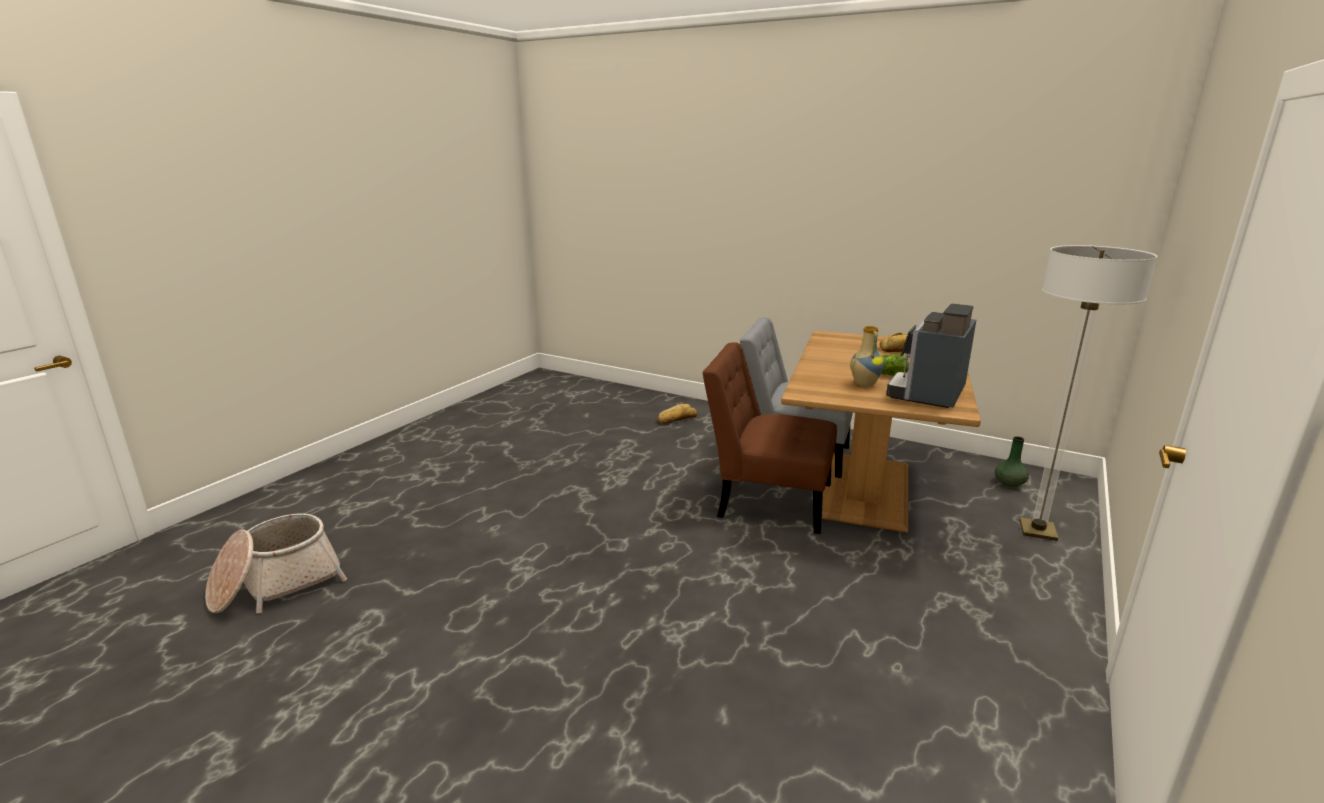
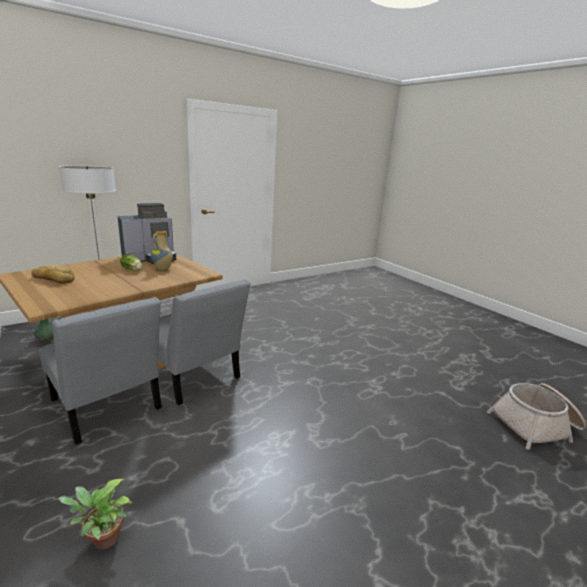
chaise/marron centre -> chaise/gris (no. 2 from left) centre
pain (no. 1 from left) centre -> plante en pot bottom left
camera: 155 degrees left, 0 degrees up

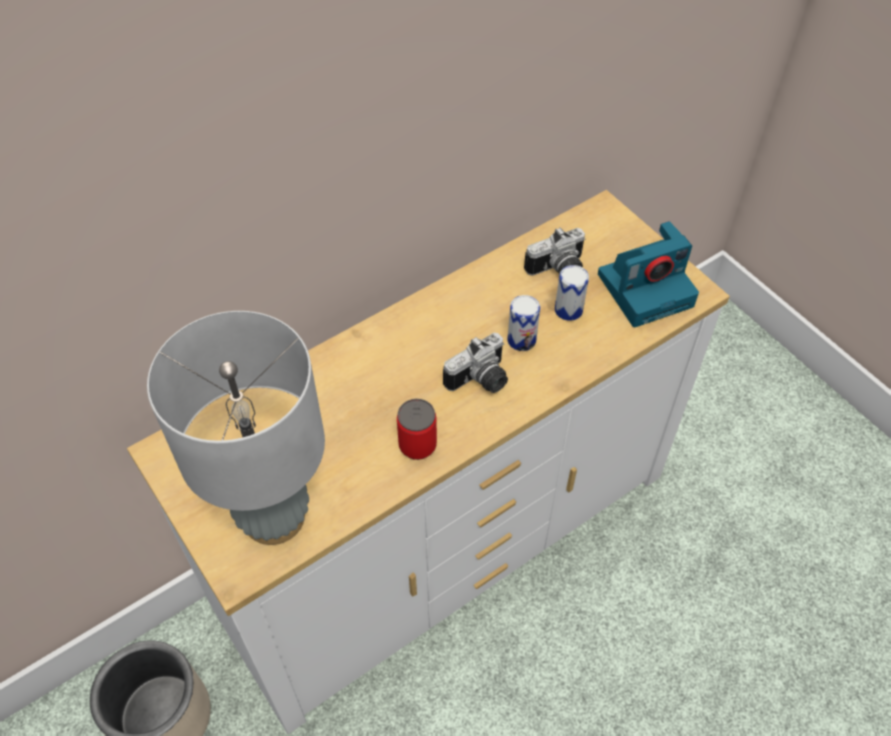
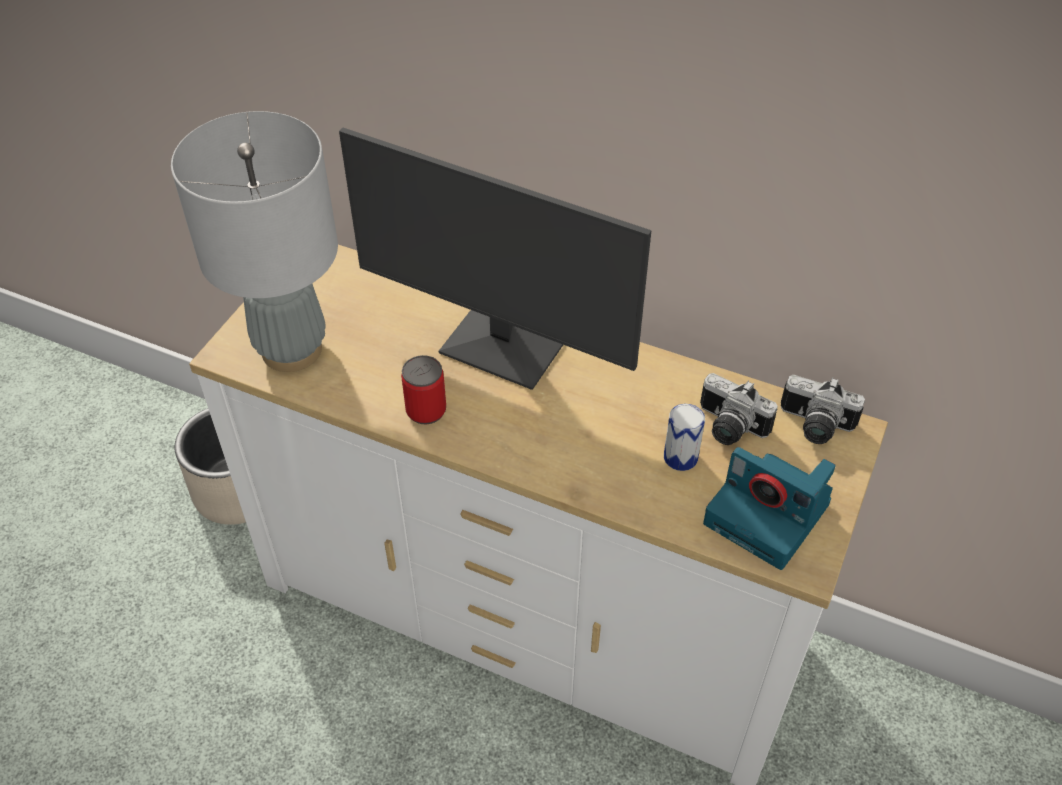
boîte métallique (no. 2 from left) centre -> none
appareil photo (no. 1 from left in the first image) centre -> appareil photo (no. 3 from left) middle right, shifted
none -> écran d'ordinateur top centre
camera: 60 degrees right, 5 degrees down

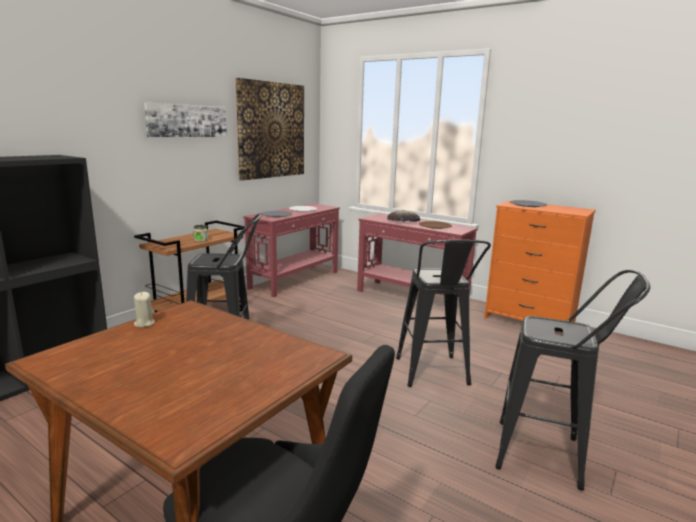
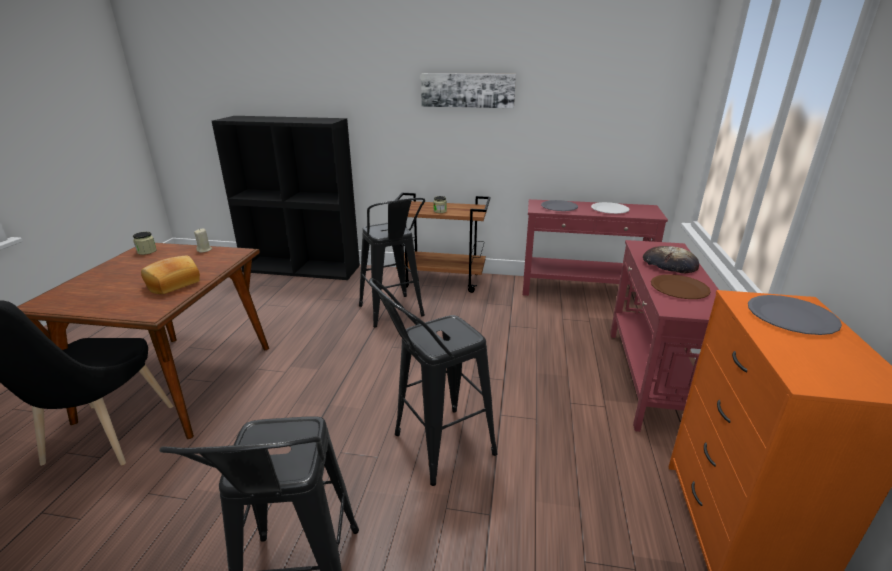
tableau (no. 2 from left) top centre -> none
none -> bocal (no. 1 from left) middle left
none -> pain (no. 1 from left) middle left
camera: 65 degrees right, 10 degrees up

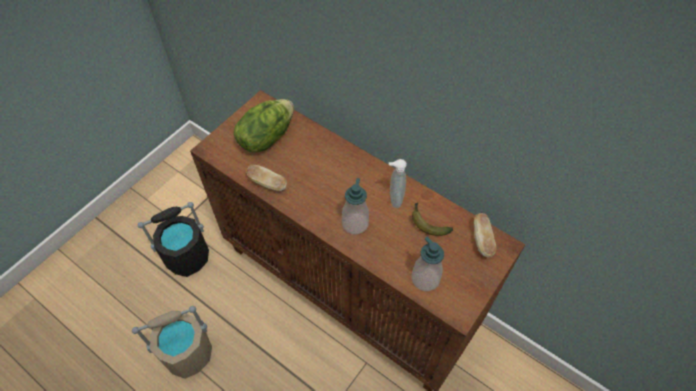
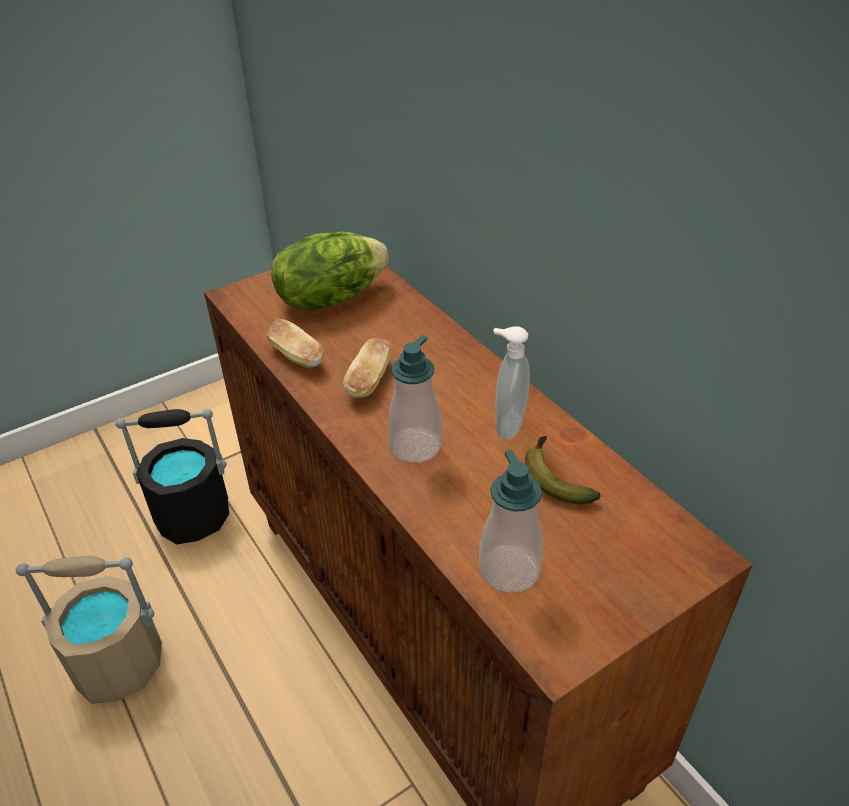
pain (no. 2 from left) middle right -> pain (no. 2 from left) centre, shifted
camera: 20 degrees right, 15 degrees down

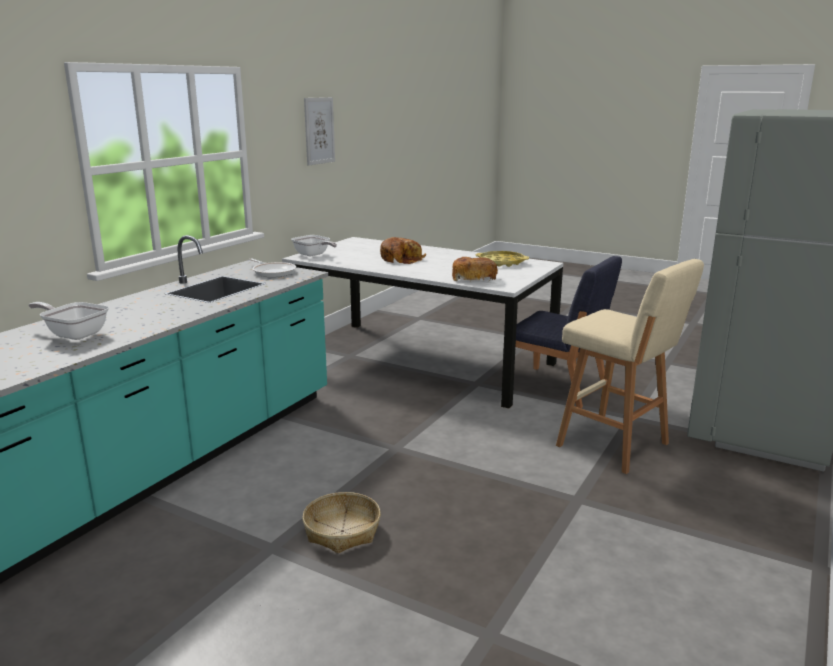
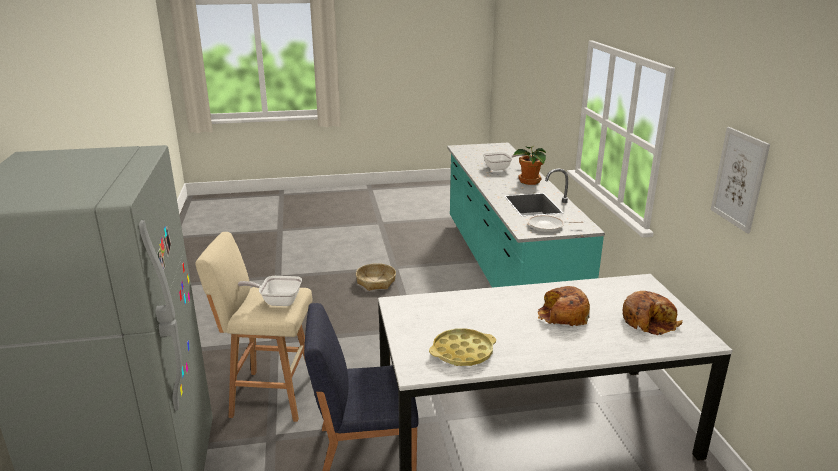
poêle (no. 3 from left in the first image) centre -> poêle (no. 1 from left) middle left, shifted
pain (no. 2 from left) centre -> pain (no. 2 from left) middle right, shifted
none -> plante en pot centre
camera: 140 degrees right, 5 degrees up

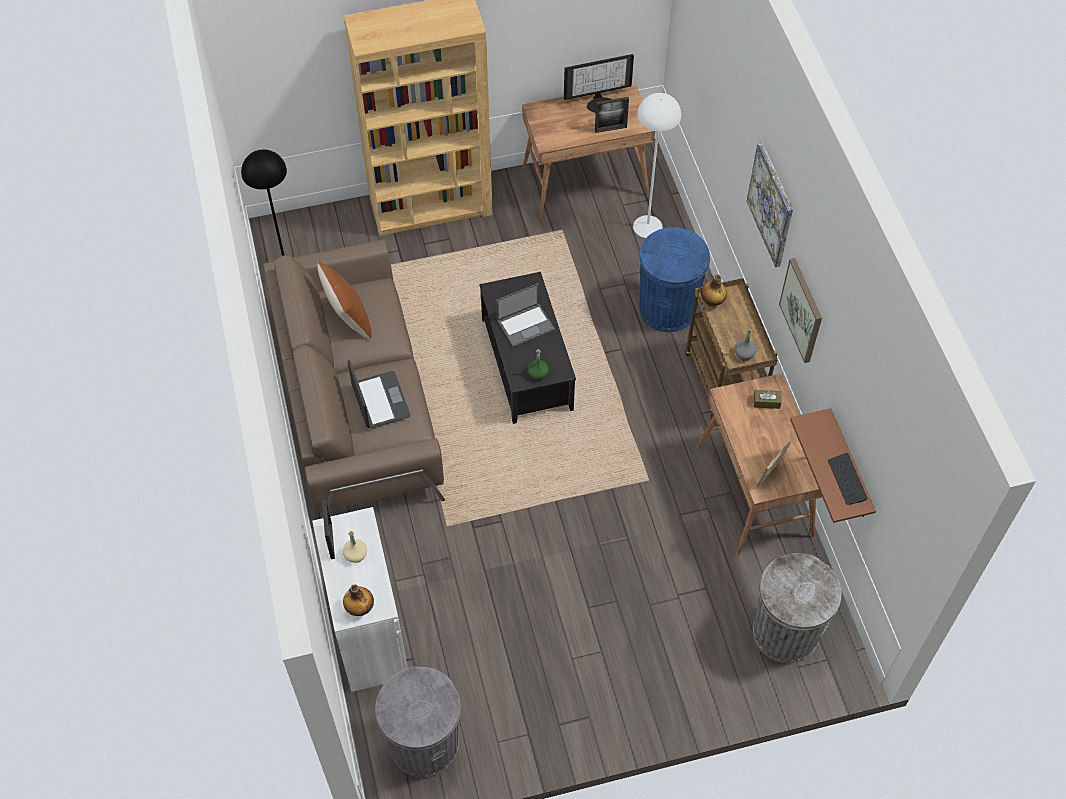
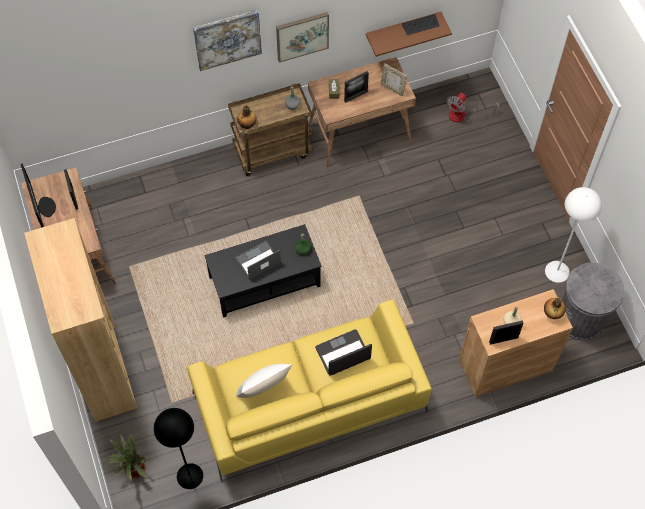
lampadaire/blanc top centre -> lampadaire/blanc middle right, shifted
poubelle/bleu centre -> none
canapé/marron middle left -> canapé/jaune bottom centre
coussin/marron middle left -> coussin/blanc bottom centre
ordinateur portable (no. 2 from left in the first image) centre -> ordinateur portable (no. 1 from left) centre, 90 degrees counterclockwise
meuble de rangement/blanc bottom centre -> meuble de rangement/marron bottom right
poubelle/gris (no. 2 from left) bottom right -> ventilateur top right
none -> cadre photo (no. 2 from left) top centre
none -> plante en pot bottom left
camera: 95 degrees left, 5 degrees up

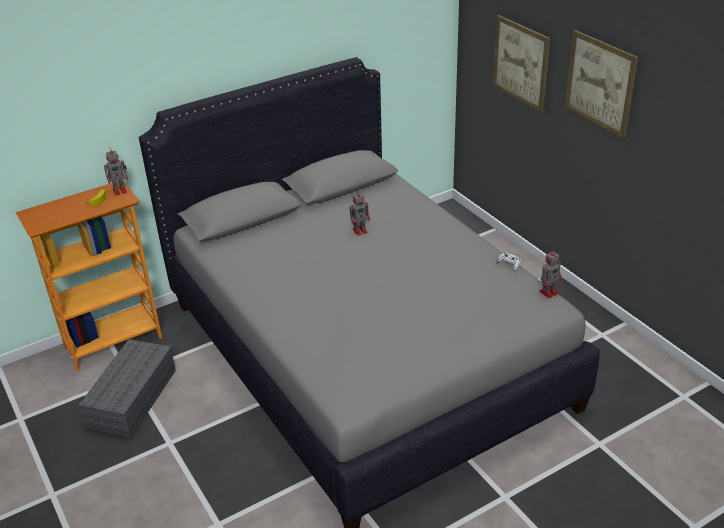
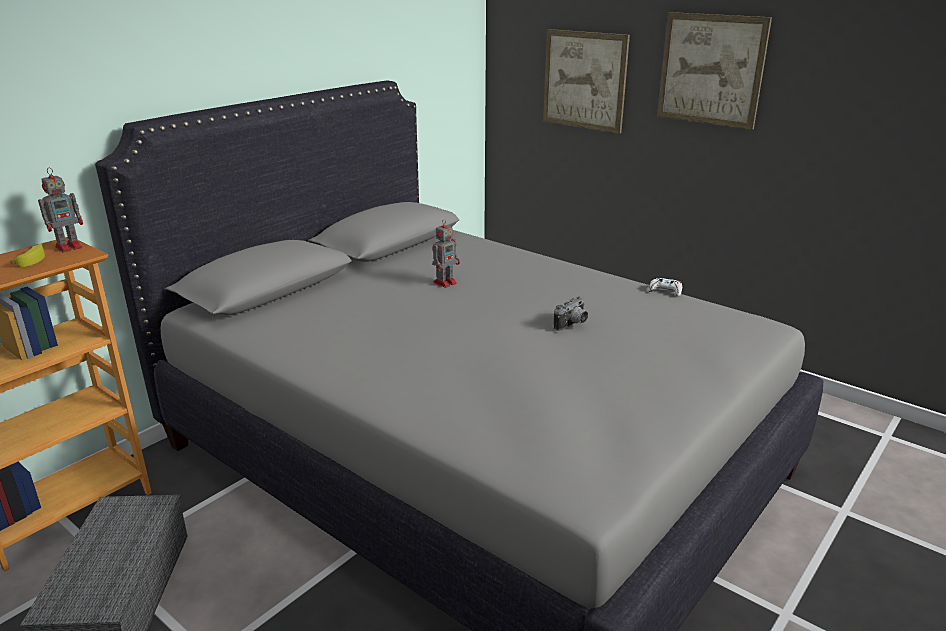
robot jouet (no. 3 from left) middle right -> none
none -> appareil photo centre
camera: 20 degrees left, 10 degrees down

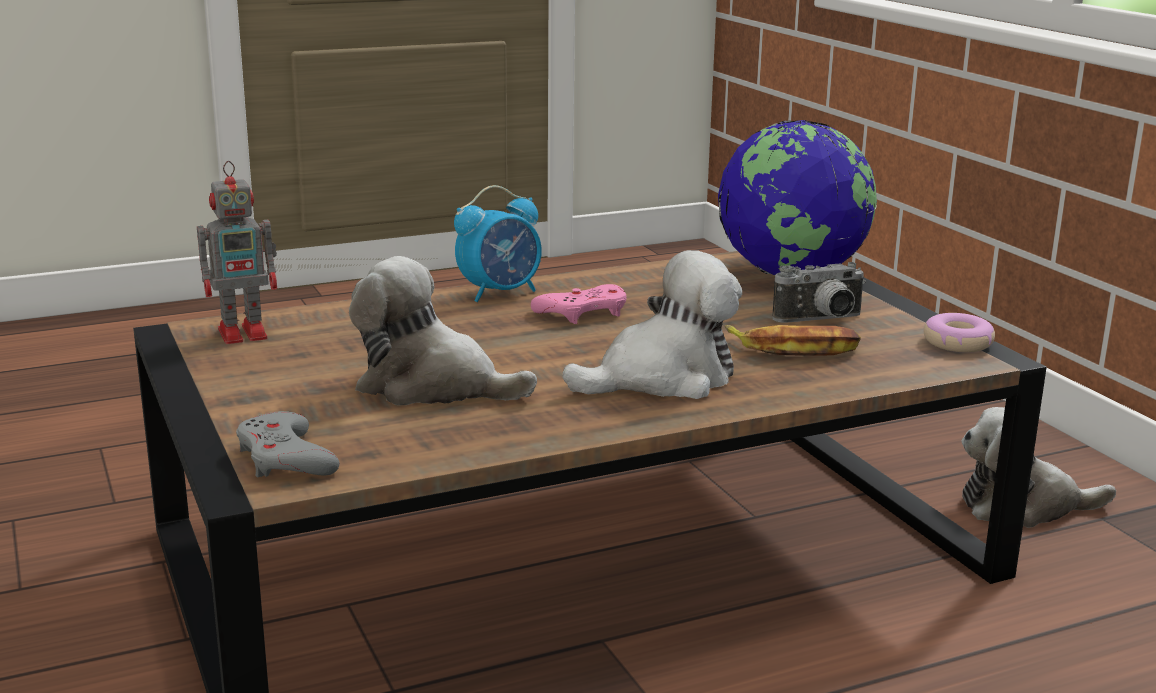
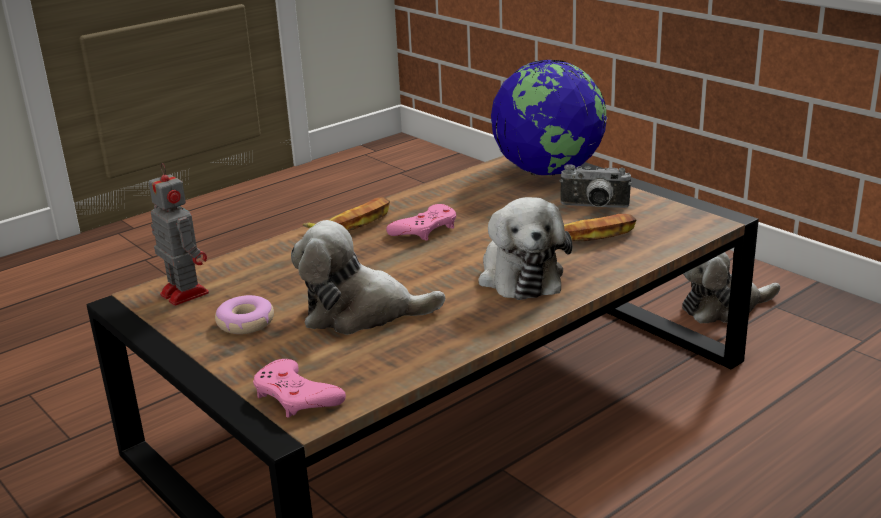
robot jouet middle left, 90 degrees counterclockwise
réveil centre -> banane (no. 1 from left) centre
peluche (no. 2 from left) centre, 120 degrees clockwise
appareil photo middle right, 45 degrees clockwise
beignet middle right -> beignet middle left, shifted
manette/gris middle left -> manette/rose (no. 1 from left) bottom centre
camera: 15 degrees left, 5 degrees up

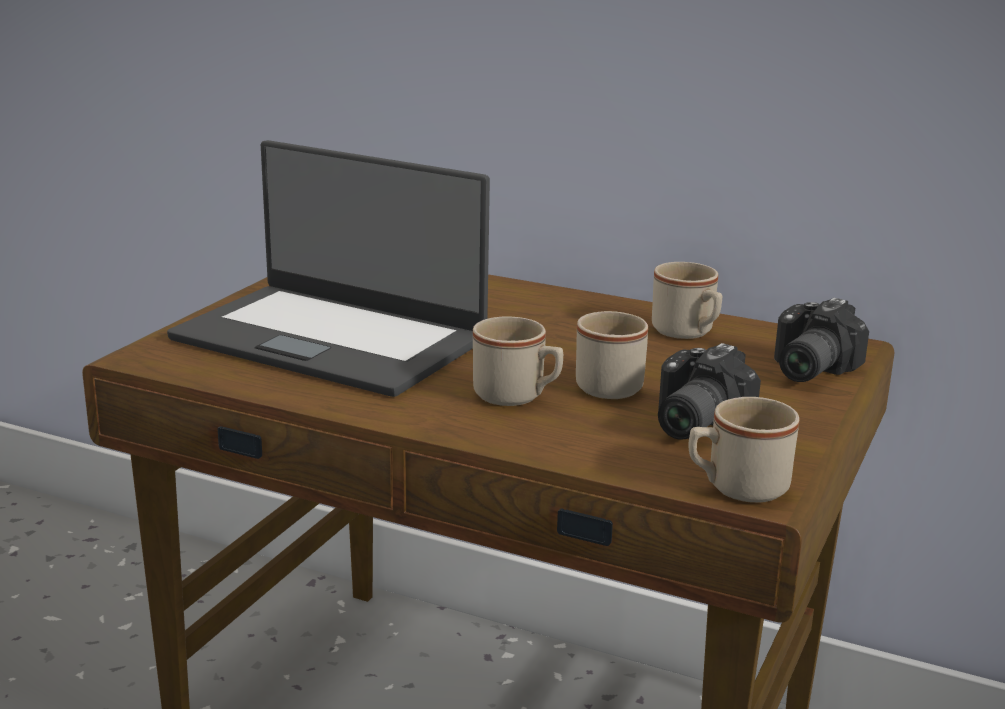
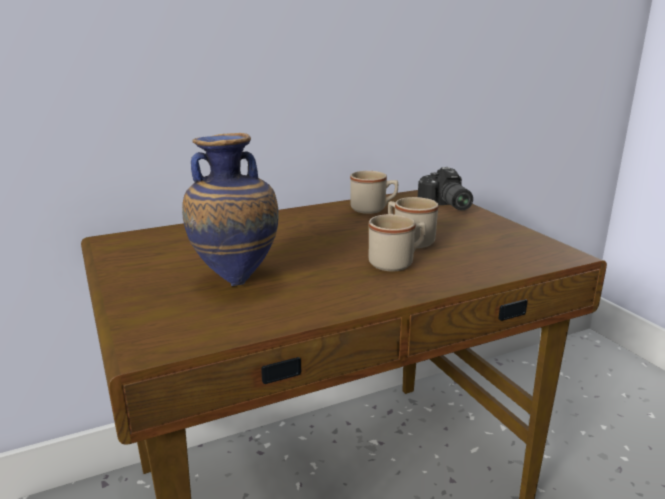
ordinateur portable middle left -> vase centre
appareil photo (no. 1 from left) middle right -> none
mug/beige (no. 4 from left) middle right -> none
camera: 50 degrees left, 0 degrees up

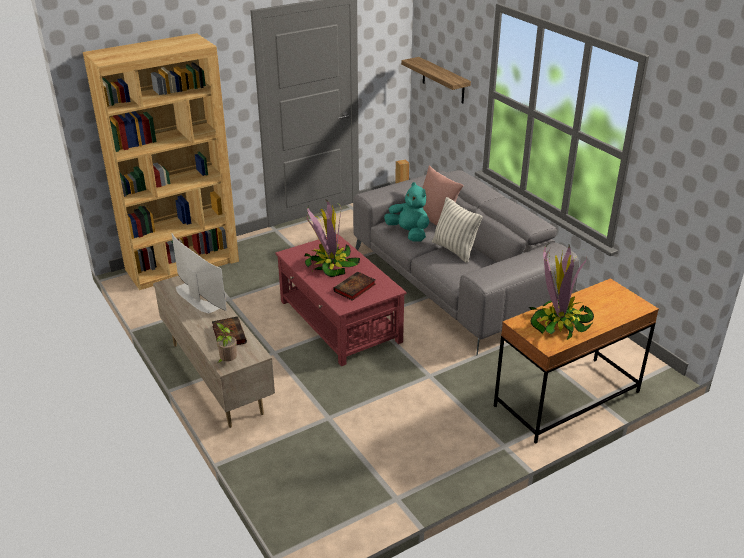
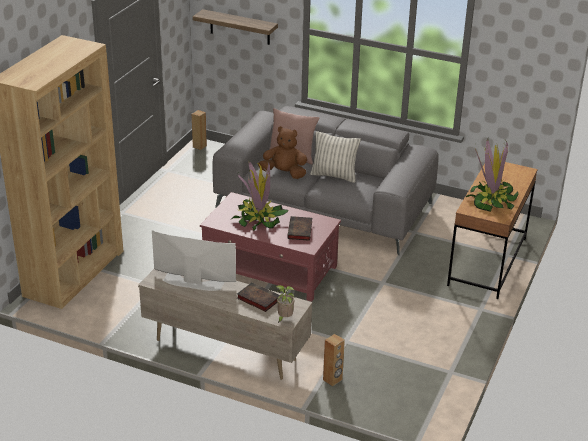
peluche/turquoise centre -> peluche/marron centre
none -> enceinte/marron (no. 2 from left) bottom centre
camera: 35 degrees left, 0 degrees up

